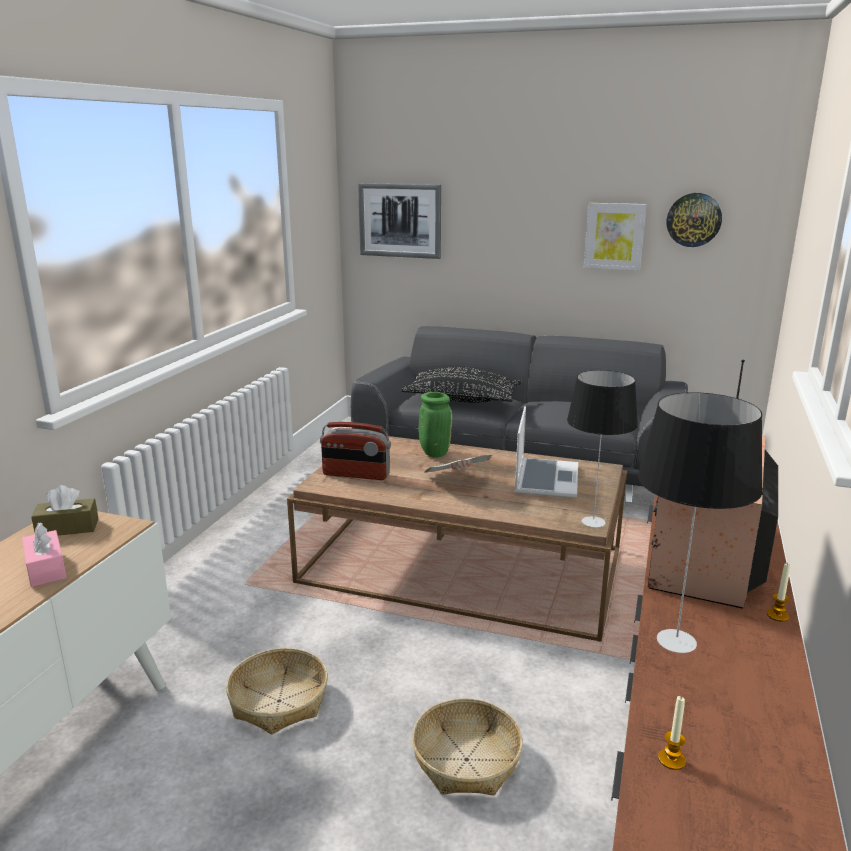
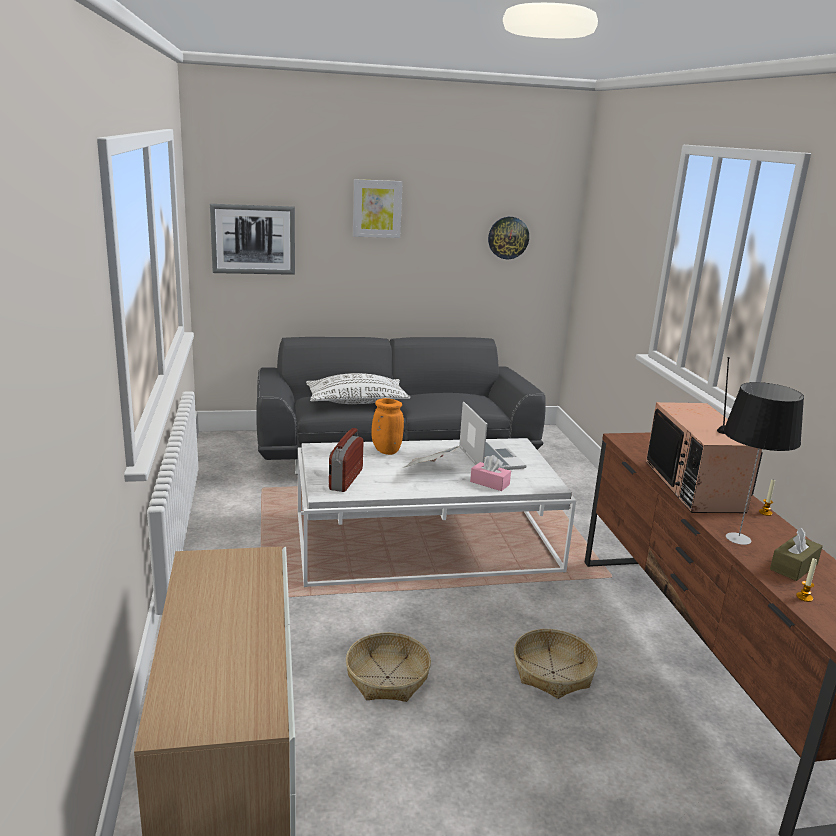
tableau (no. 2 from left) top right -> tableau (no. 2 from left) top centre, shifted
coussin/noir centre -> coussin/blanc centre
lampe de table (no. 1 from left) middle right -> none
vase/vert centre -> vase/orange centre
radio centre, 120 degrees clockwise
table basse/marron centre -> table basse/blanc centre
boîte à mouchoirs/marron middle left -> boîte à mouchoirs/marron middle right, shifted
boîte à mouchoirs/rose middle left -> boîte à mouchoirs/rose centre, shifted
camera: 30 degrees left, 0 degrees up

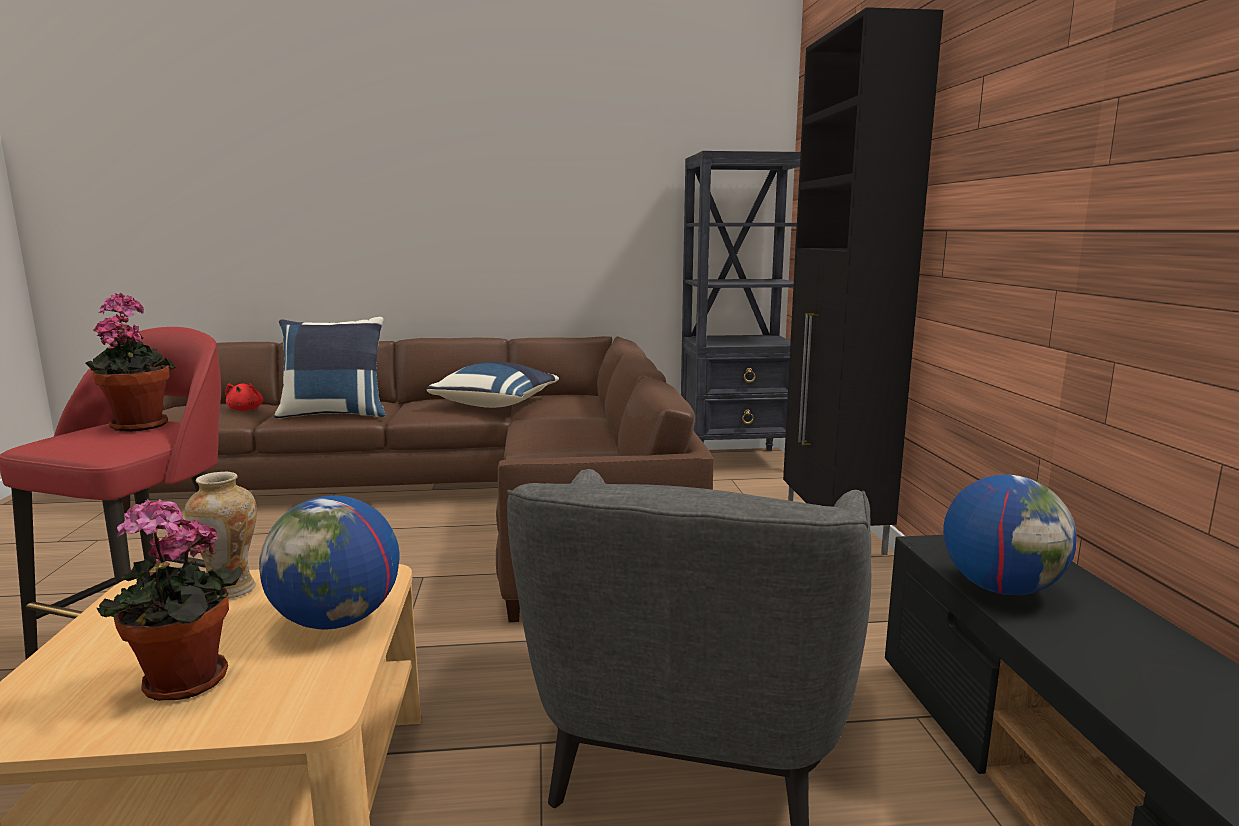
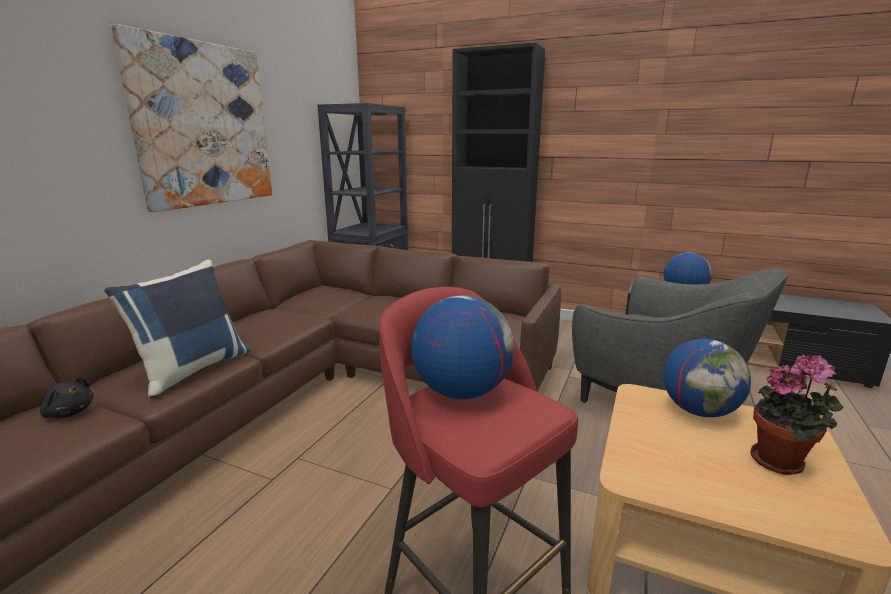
plante en pot (no. 1 from left) middle left -> globe (no. 1 from left) centre
coussin/bleu (no. 2 from left) centre -> none
peluche/rouge middle left -> peluche/noir bottom left
vase middle left -> none
none -> tableau top left
camera: 60 degrees left, 5 degrees up

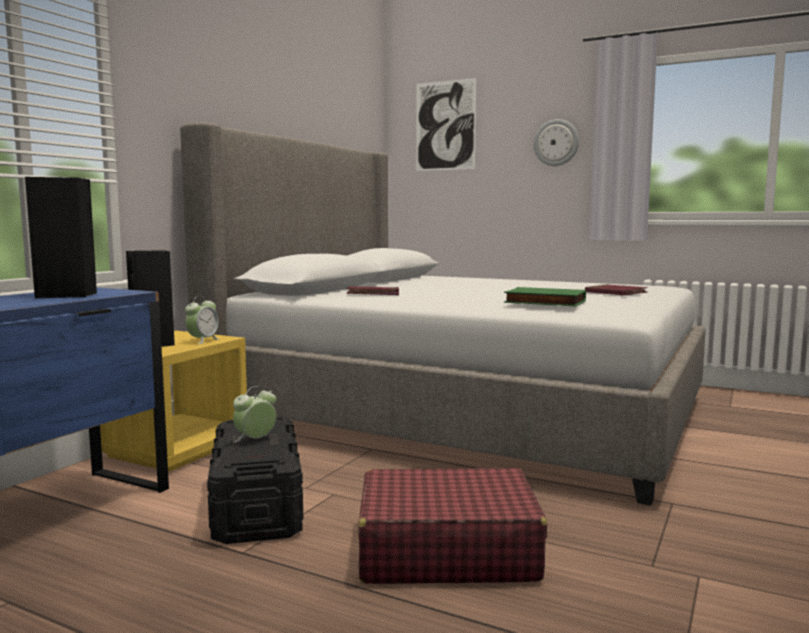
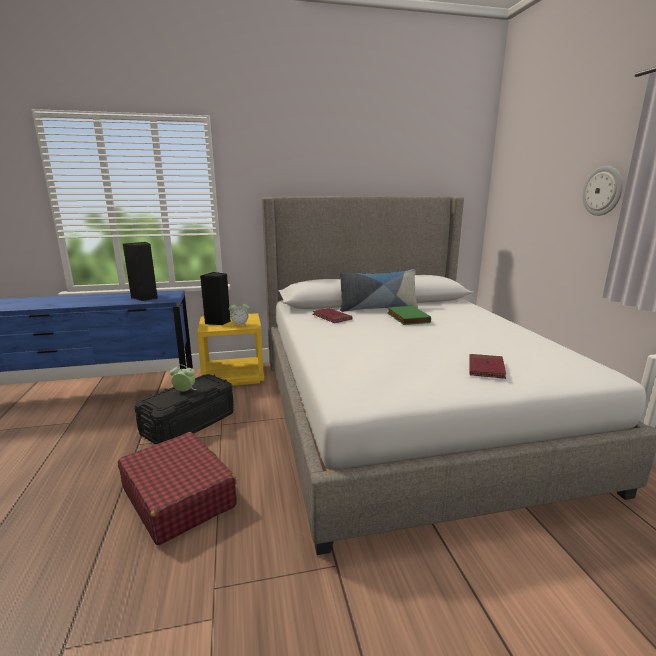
tableau top centre -> none
livre/vert middle right -> livre/vert centre, shifted
none -> coussin centre
camera: 50 degrees right, 10 degrees up

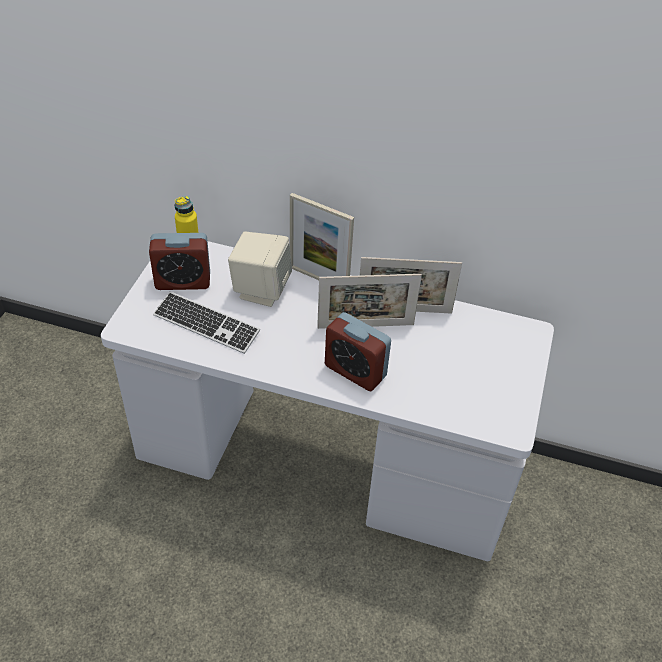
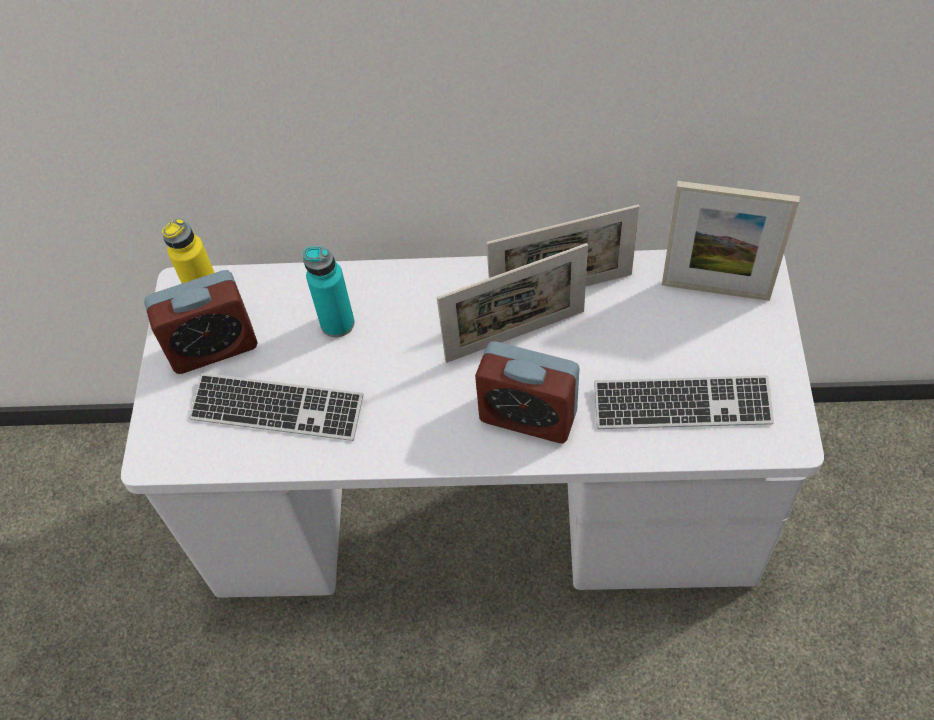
cadre photo (no. 1 from left in the first image) centre -> cadre photo (no. 3 from left) middle right, shifted
enceinte/beige centre -> bouteille/turquoise centre
none -> clavier (no. 2 from left) middle right
camera: 10 degrees left, 10 degrees up

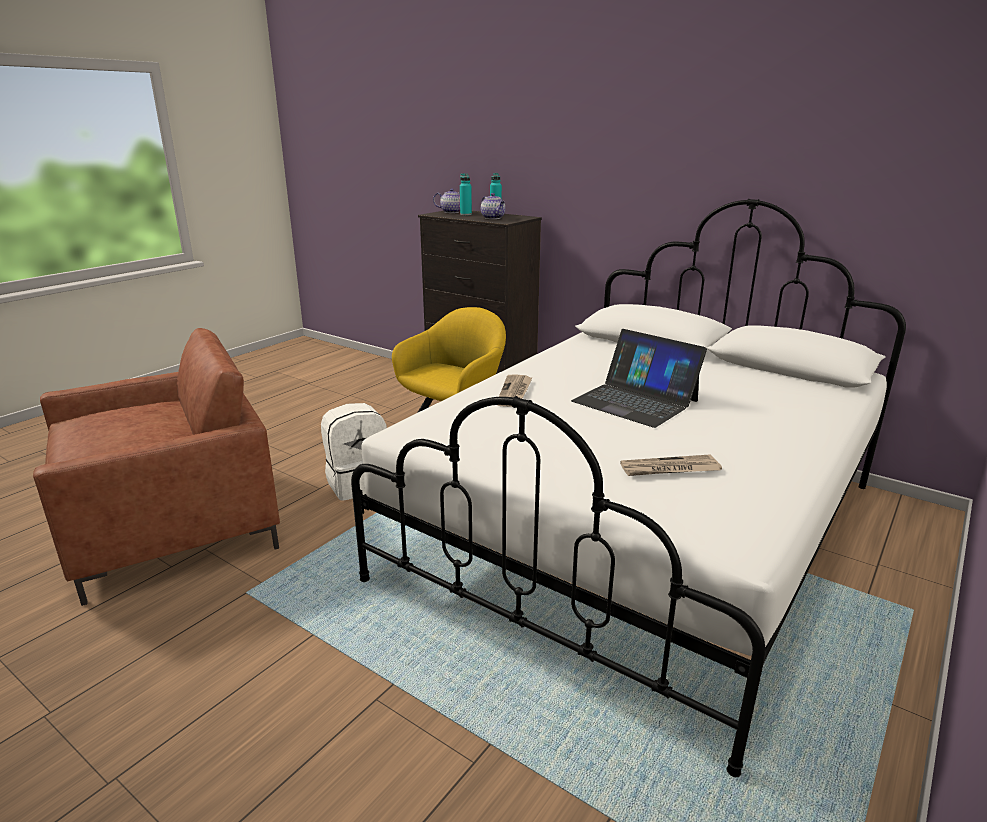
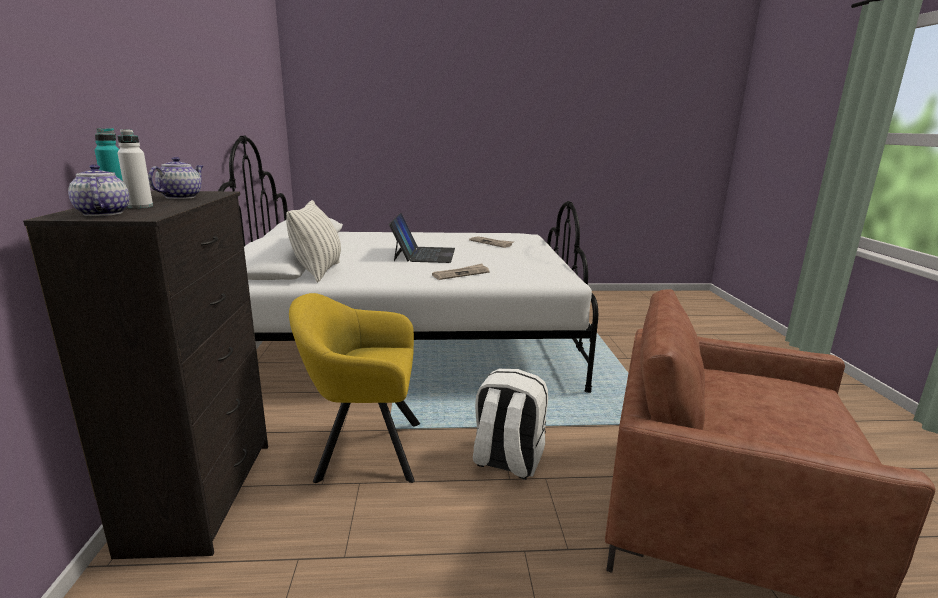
bouteille/turquoise (no. 1 from left) top centre -> bouteille/blanc top left
none -> coussin centre
camera: 130 degrees left, 5 degrees down

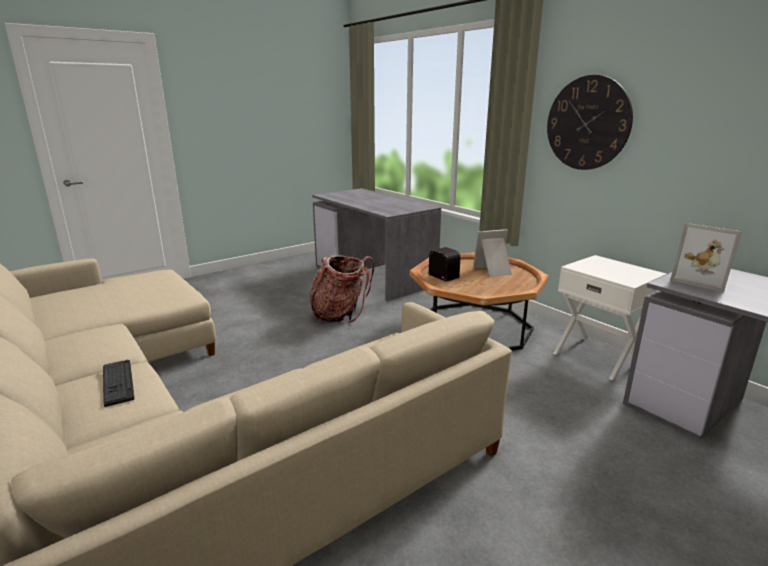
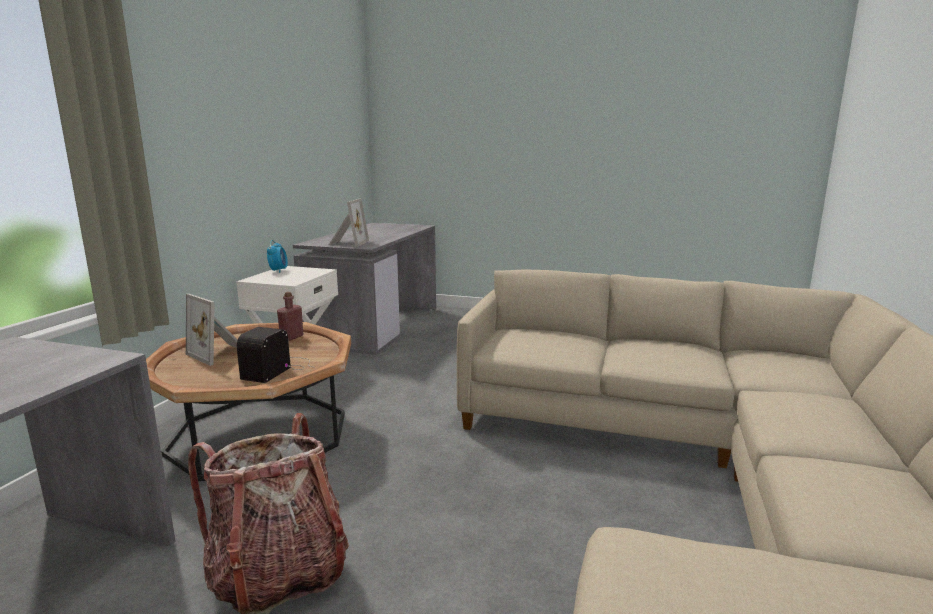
horloge murale top right -> none
clavier bottom left -> none
none -> réveil middle left
none -> bouteille/rouge middle left
camera: 125 degrees left, 5 degrees down

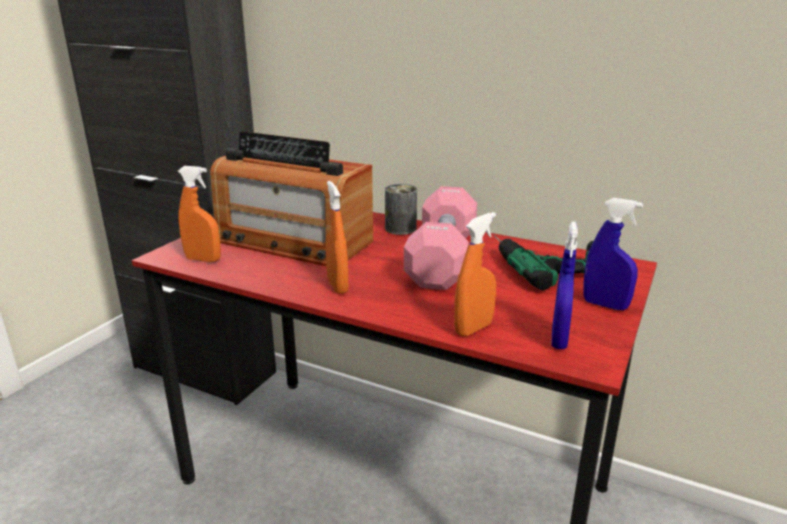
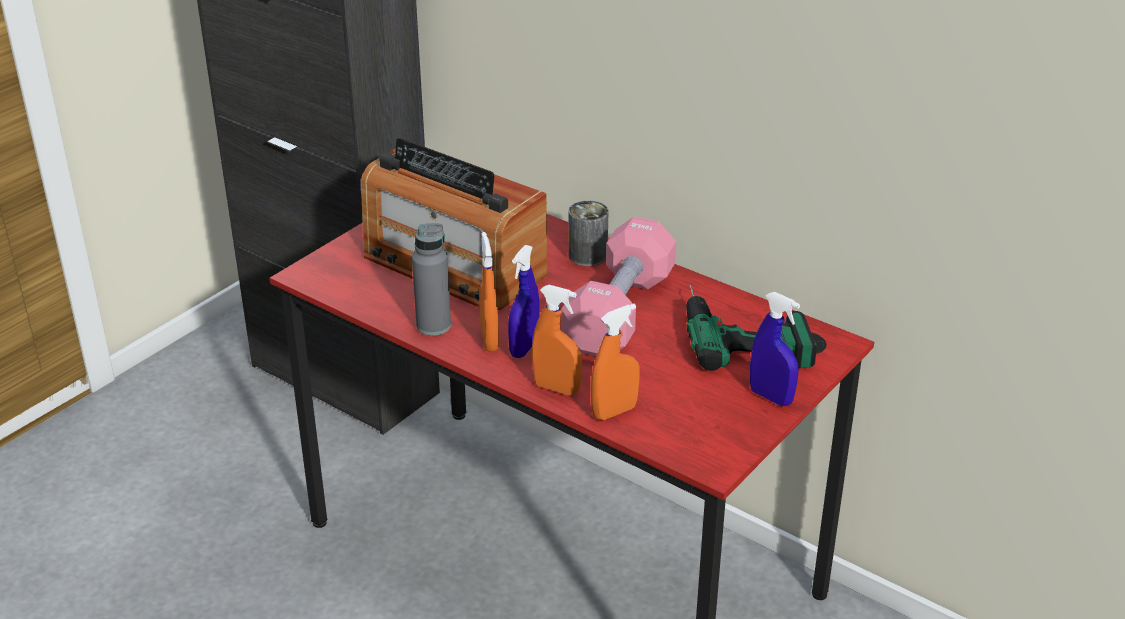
vaporisateur/orange (no. 1 from left in the first image) middle left -> vaporisateur/orange (no. 2 from left) centre, shifted
vaporisateur/bleu (no. 1 from left) middle right -> vaporisateur/bleu (no. 1 from left) centre, shifted
none -> bouteille/gris centre
camera: 10 degrees right, 10 degrees up

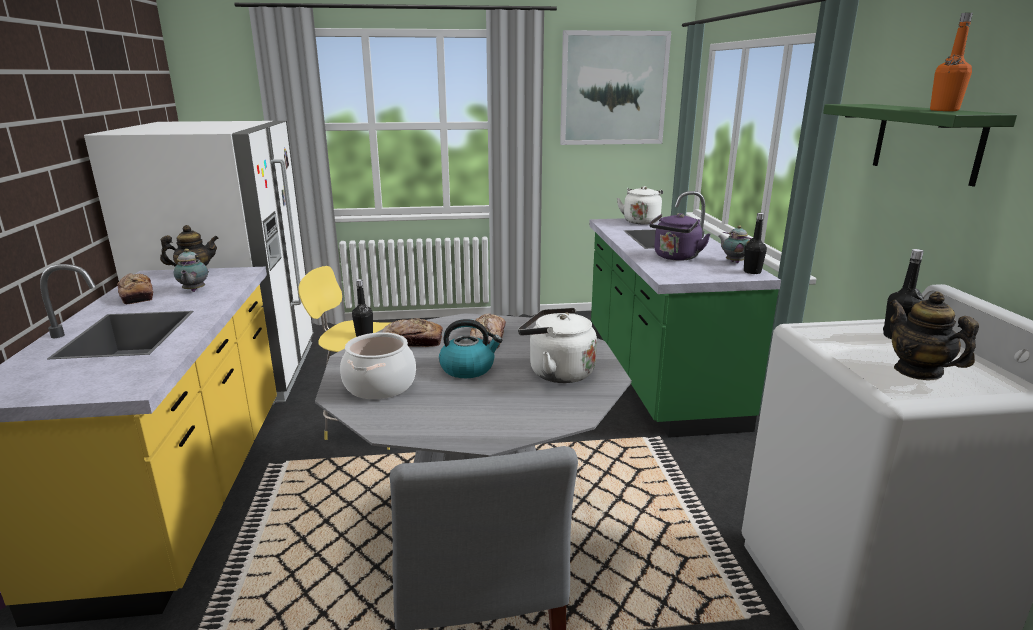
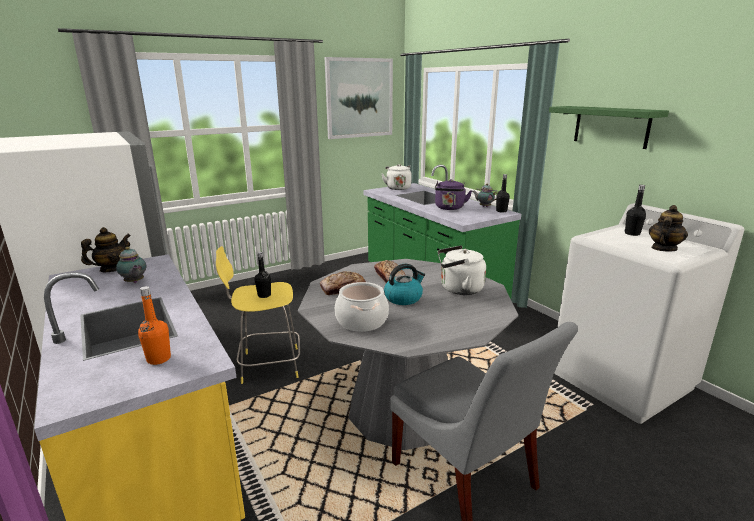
bouteille/orange top right -> bouteille/orange middle left, shifted
pain (no. 1 from left) middle left -> none
théière (no. 4 from left) middle right, 90 degrees clockwise
camera: 25 degrees left, 0 degrees up

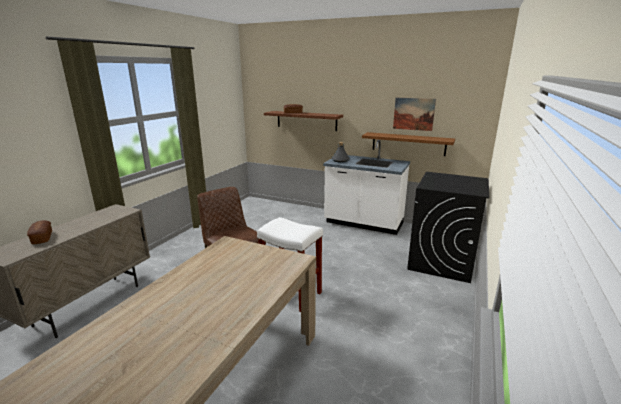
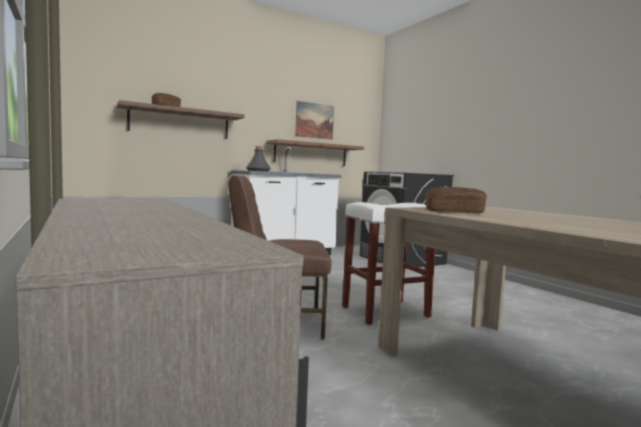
pain (no. 1 from left in the first image) middle left -> pain (no. 2 from left) middle right, shifted
camera: 55 degrees left, 15 degrees down

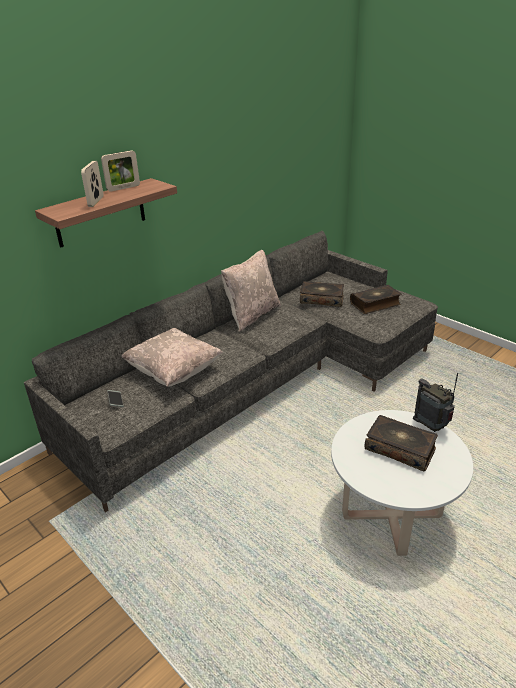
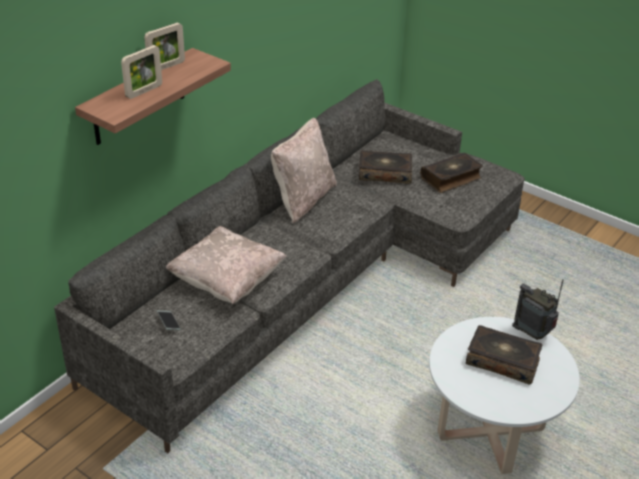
cadre photo (no. 1 from left) top left, 135 degrees counterclockwise
camera: 10 degrees left, 5 degrees up

